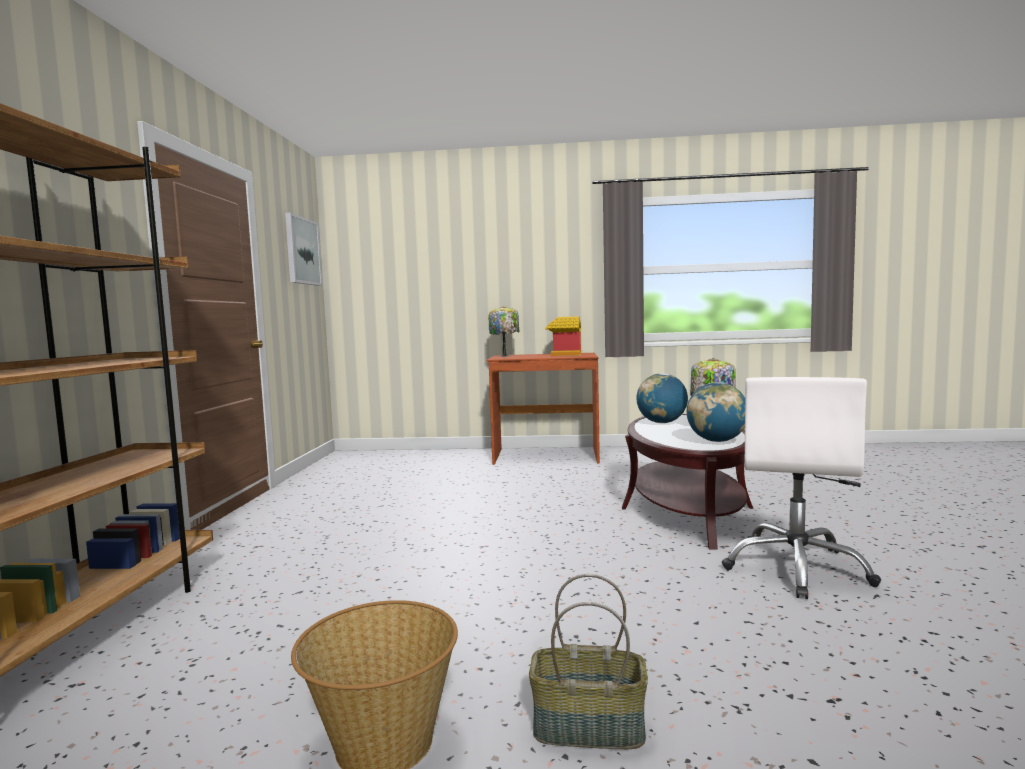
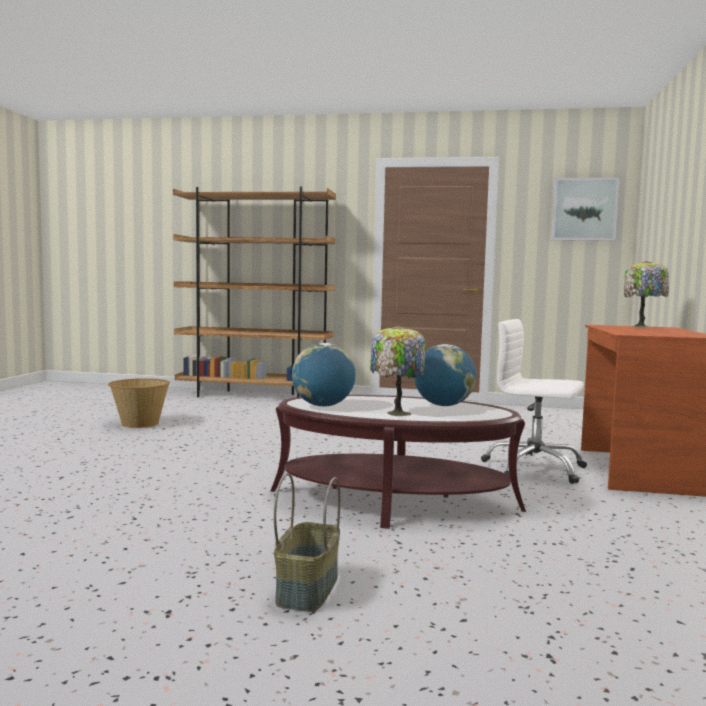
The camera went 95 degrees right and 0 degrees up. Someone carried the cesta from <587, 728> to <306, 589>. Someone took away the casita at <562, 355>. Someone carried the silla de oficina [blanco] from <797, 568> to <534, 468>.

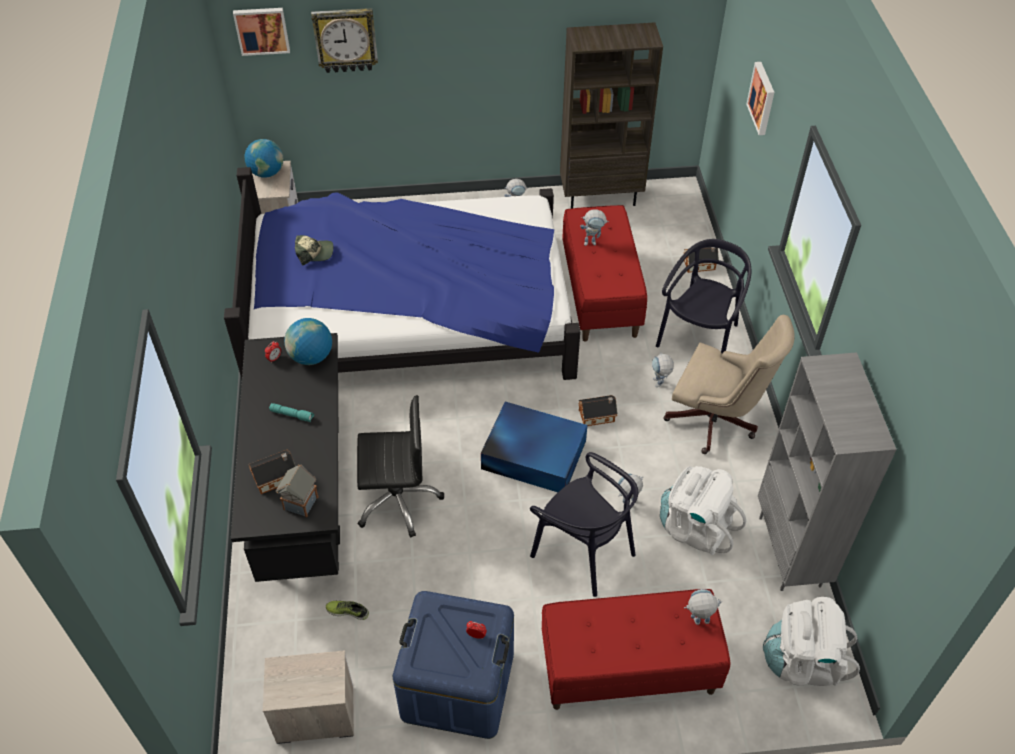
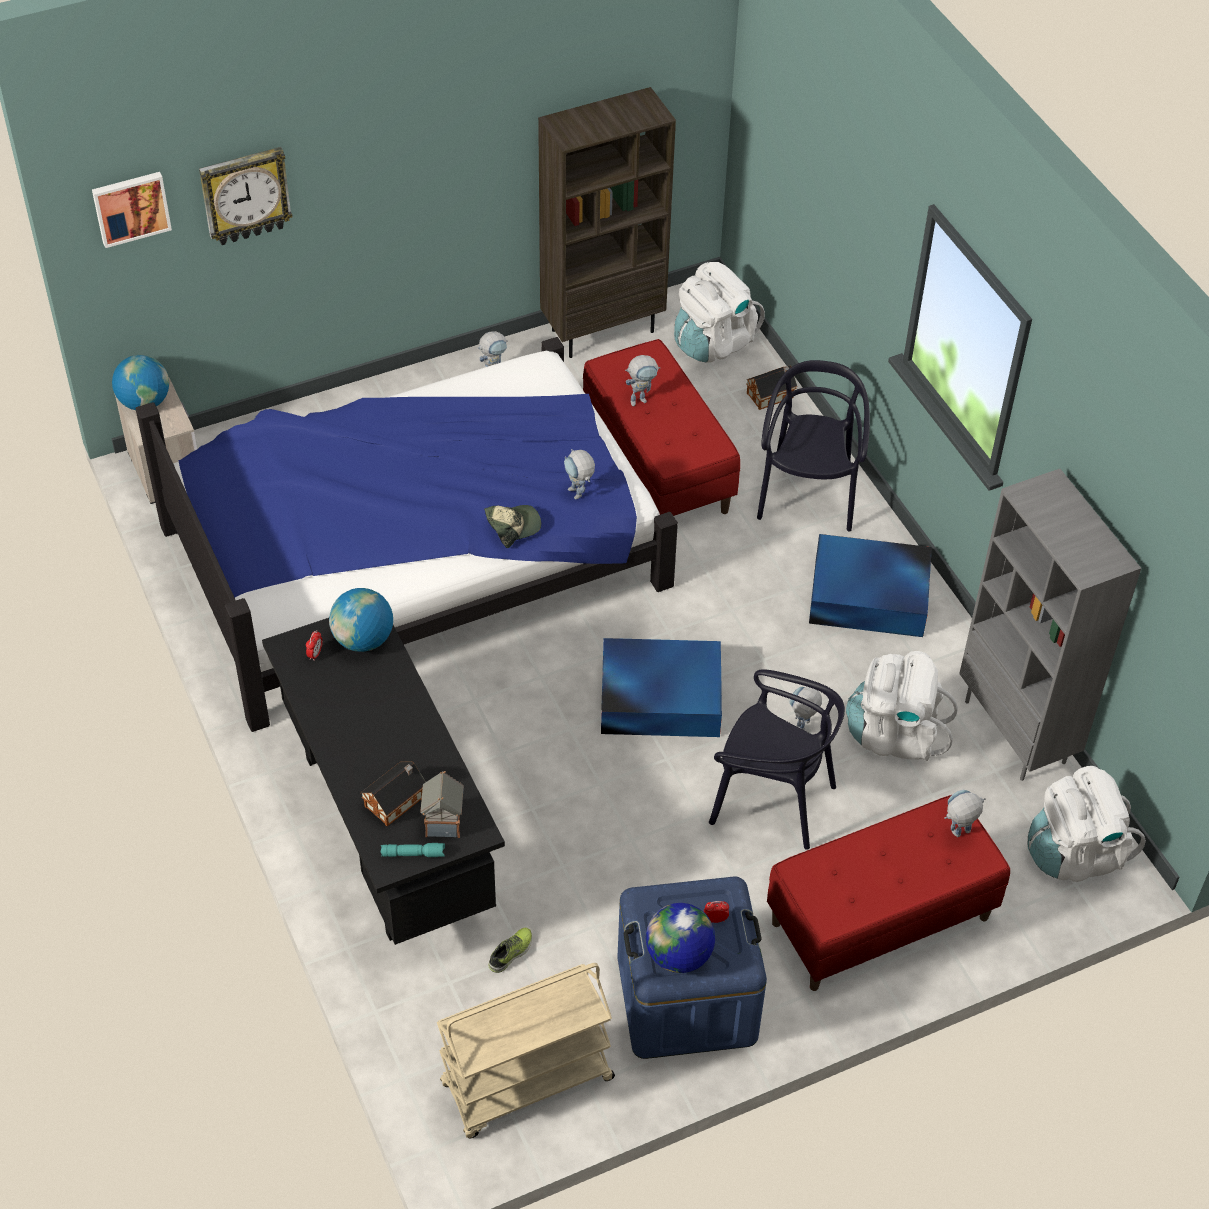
The camera went 20 degrees left and 0 degrees up. Someone swapped the mesita de noche at <314, 714> for the carrito [beis] at <526, 1083>. Someone carried the linterna [turquesa] from <292, 415> to <413, 853>. Someone carried the gorra from <314, 253> to <512, 527>. Someone rotated the zapato at <348, 611> by 135 degrees clockwise. Someone took away the silla de oficina [negro] at <397, 500>. Someone took away the casita at <598, 416>. Someone carried the robot de juguete from <659, 385> to <579, 495>. Someone swapped the silla de oficina [beis] at <716, 422> for the caja de almacenaje [azul] at <870, 597>. Someone took away the cuadro at <763, 98>. Someone put down the globo terráqueo at <678, 956>. Someone put down the mochila [blanco] at <713, 342>.

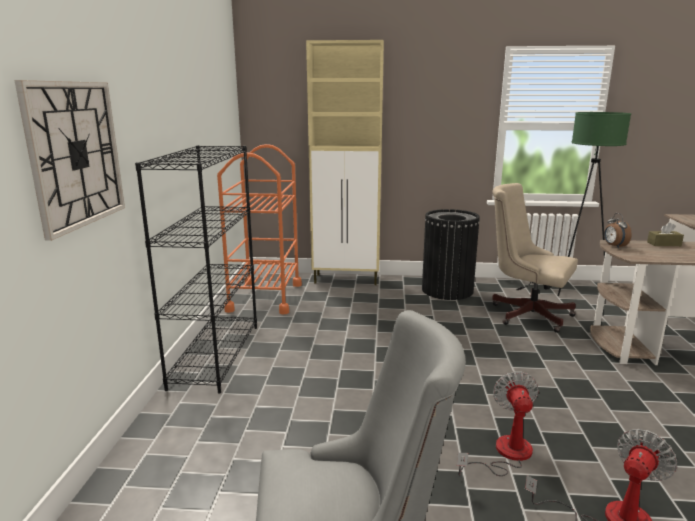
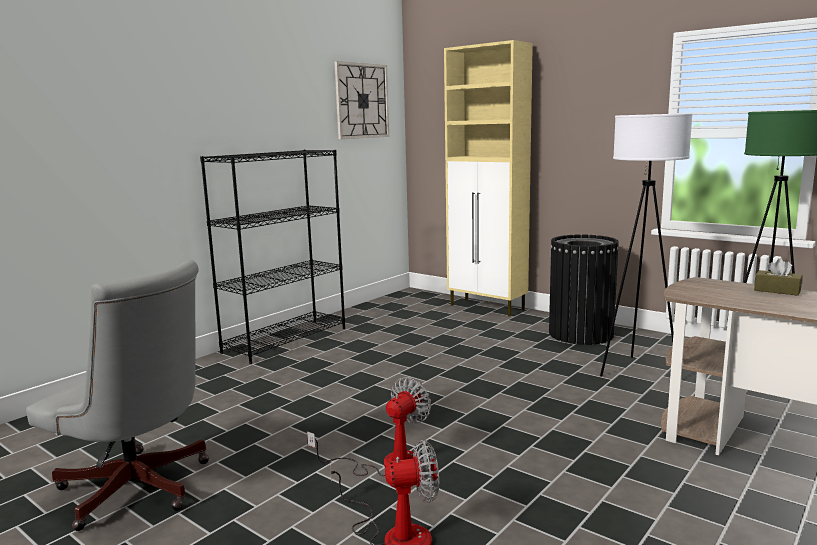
The camera went 35 degrees right and 5 degrees down. Someone carried the reloj de pared from <76, 154> to <362, 101>. Someone took away the carrito [naranja] at <265, 297>. Someone swapped the silla de oficina [beis] at <526, 313> for the lámpara de pie [blanco] at <637, 371>. Someone took away the despertador at <614, 246>.

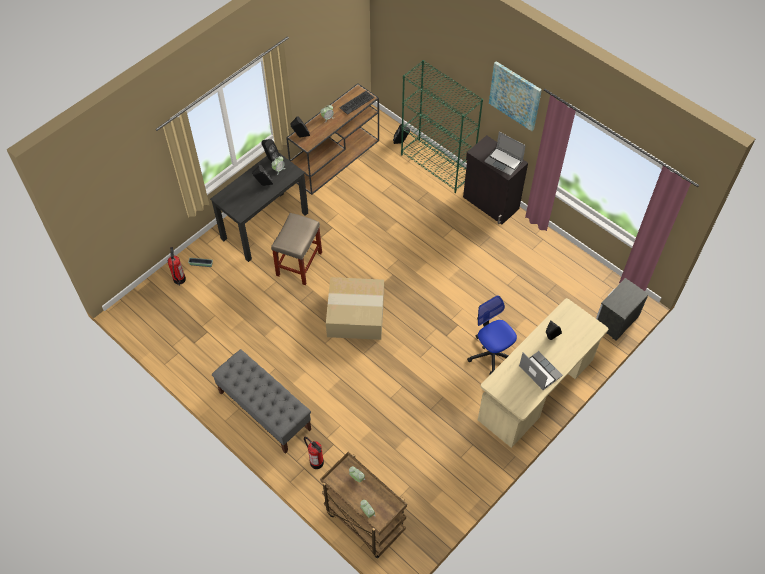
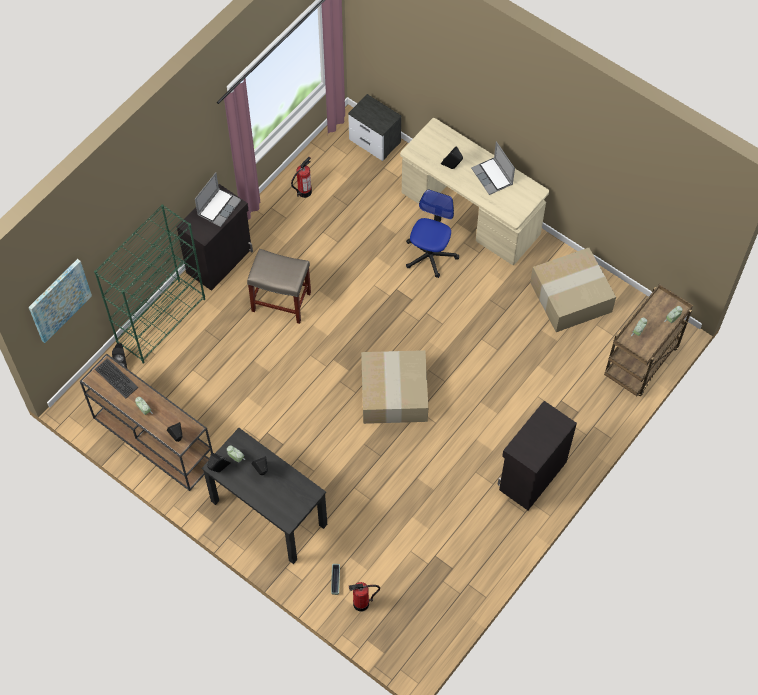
The camera went 95 degrees left and 5 degrees up. Someone swapped the banco [gris] at <264, 411> for the armario [negro] at <531, 475>. Someone carried the taburete [beis] from <299, 264> to <282, 302>. Someone carried the extintor from <316, 462> to <304, 191>. Someone rotated the silla de oficina at <491, 354> by 150 degrees clockwise. Someone carried the cuadro from <515, 95> to <59, 300>. Someone rotated the portátil at <539, 371> by 75 degrees counterclockwise. Someone put down the caja de cartón at <571, 296>.

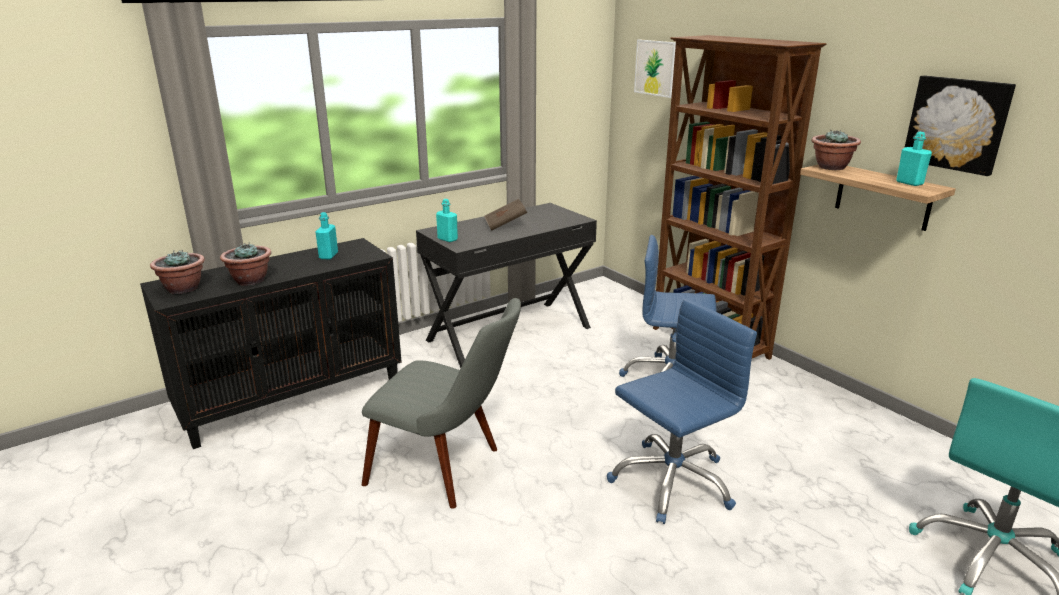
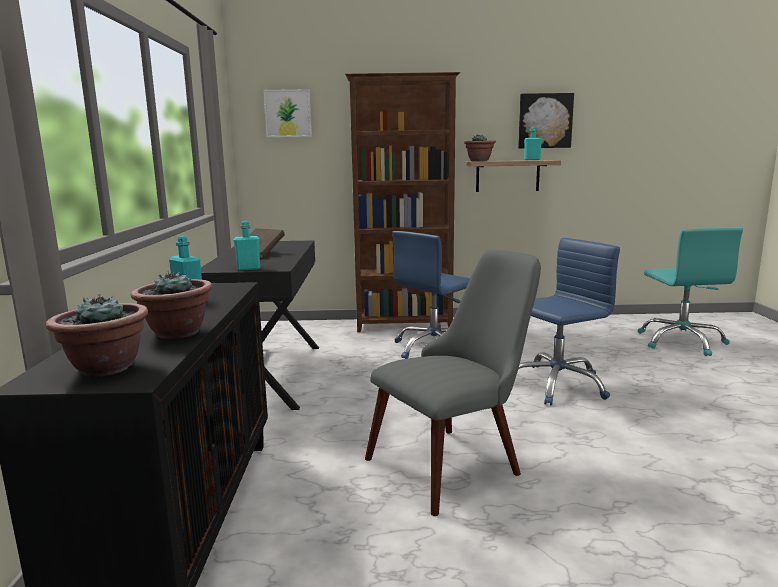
The camera went 55 degrees left and 10 degrees down. Someone rotated the silla de oficina [azul] at <671, 481> by 60 degrees clockwise.

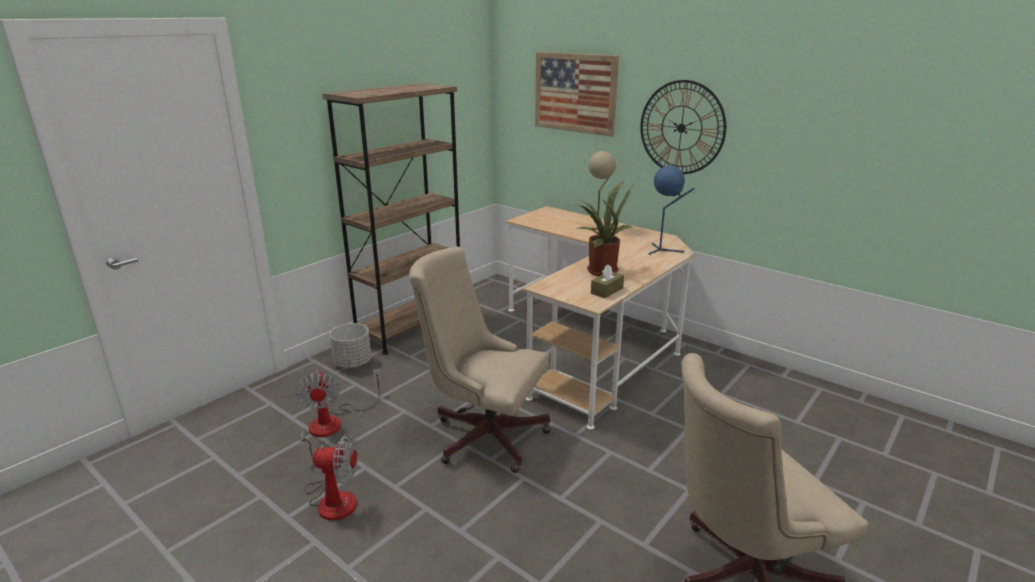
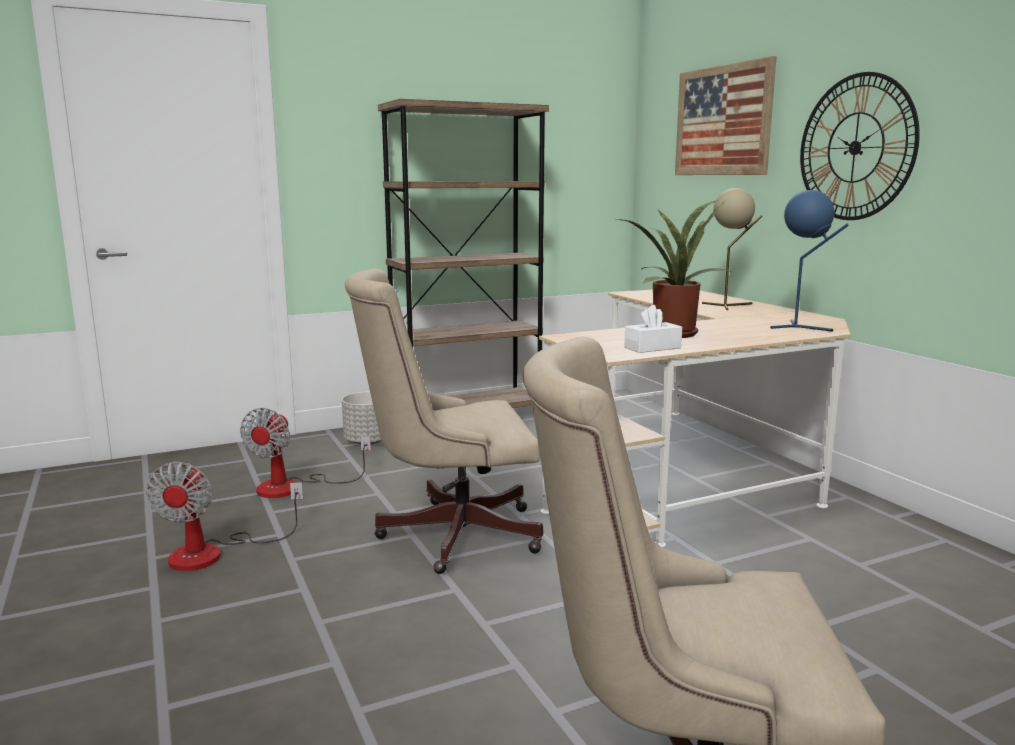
The camera went 25 degrees right and 10 degrees down. Someone rotated the ventilador at <332, 498> by 60 degrees clockwise. Someone rotated the silla de oficina [beis] at <483, 434> by 60 degrees counterclockwise. Someone repainted the caja de pañuelos [marrón] at <607, 291>, which became the caja de pañuelos [blanco] at <652, 348>.

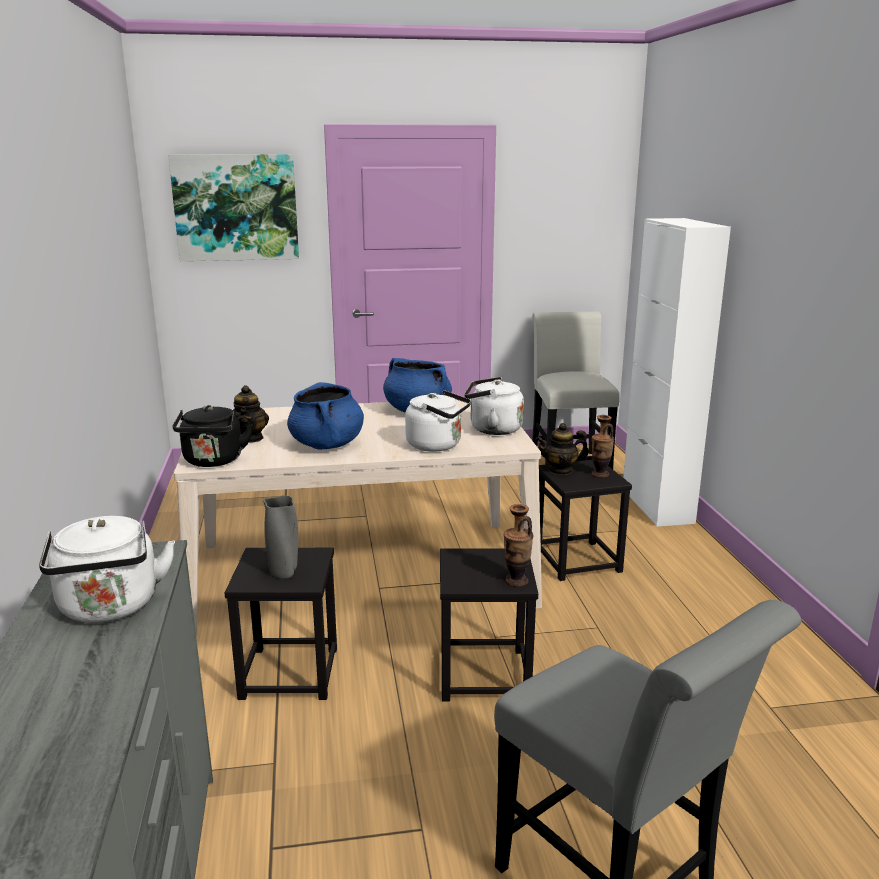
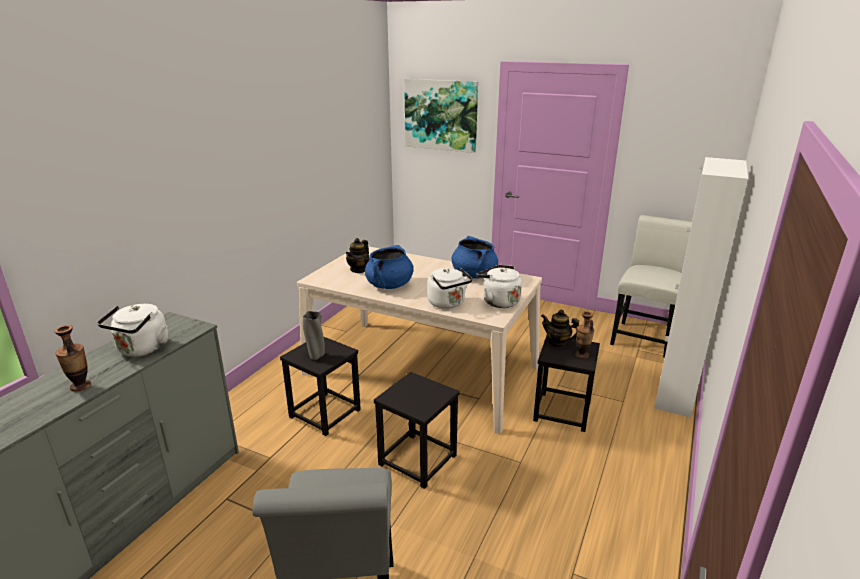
The camera went 35 degrees right and 5 degrees up. Someone took away the hervidor [negro] at <213, 461>. Someone carried the florero from <516, 581> to <81, 386>.

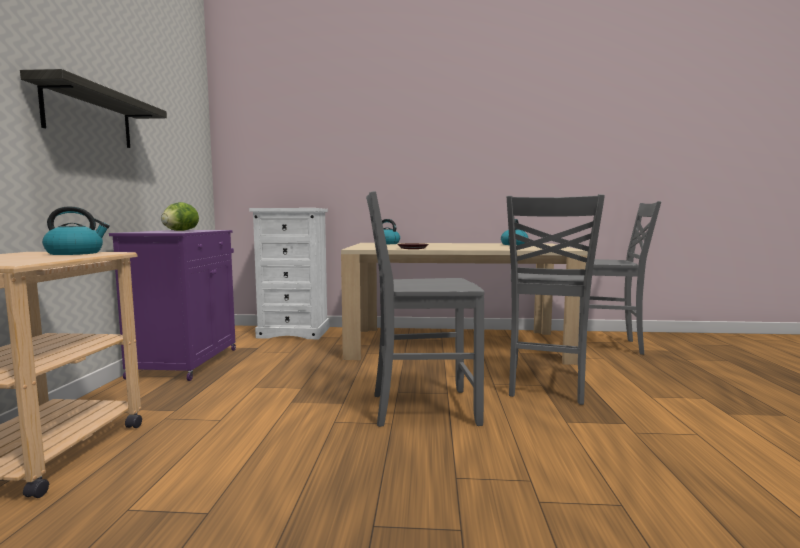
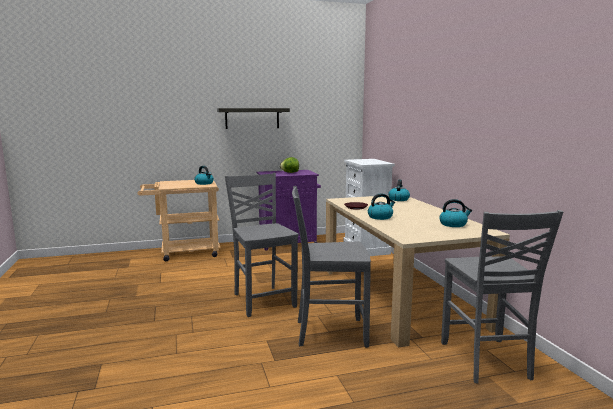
The camera went 70 degrees right and 5 degrees up. Someone put down the hervidor at <380, 217>.

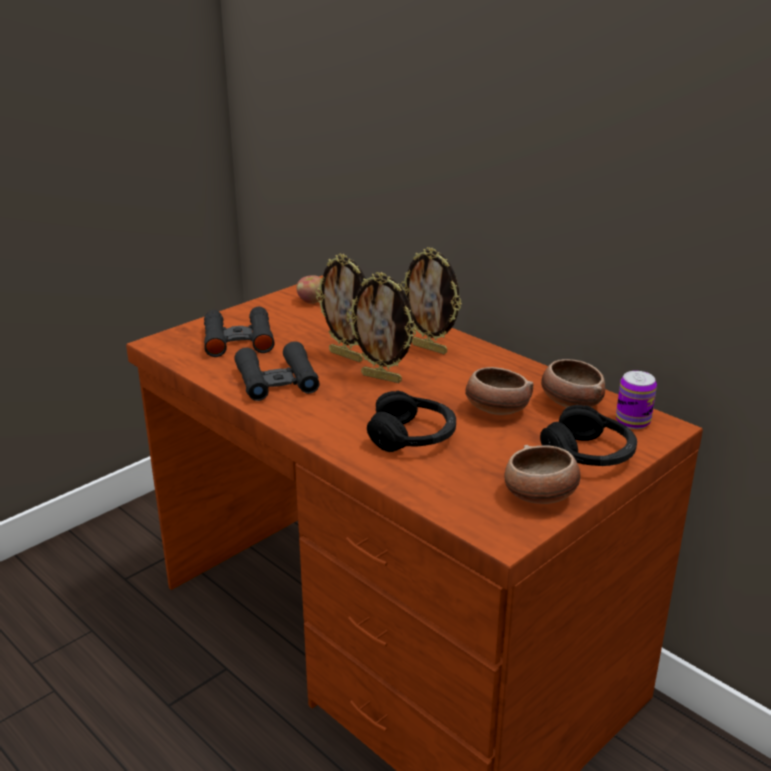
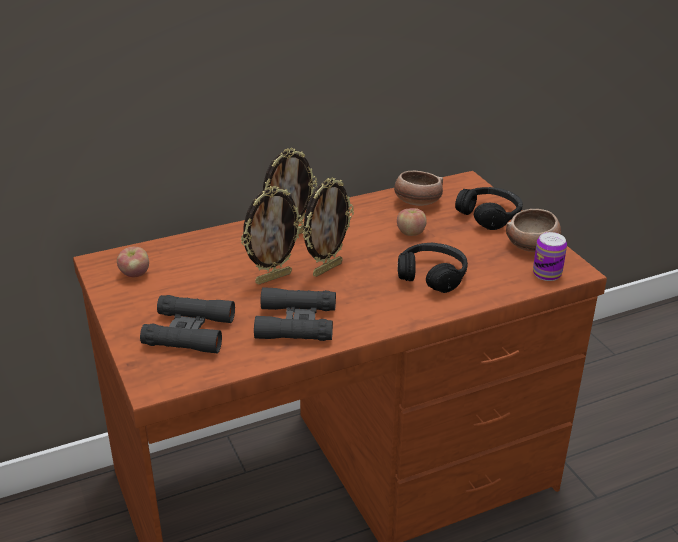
The camera went 70 degrees left and 5 degrees up. Someone swapped the cuenco at <495, 410> for the manzana at <410, 233>. Someone carried the lata from <633, 421> to <547, 274>.

